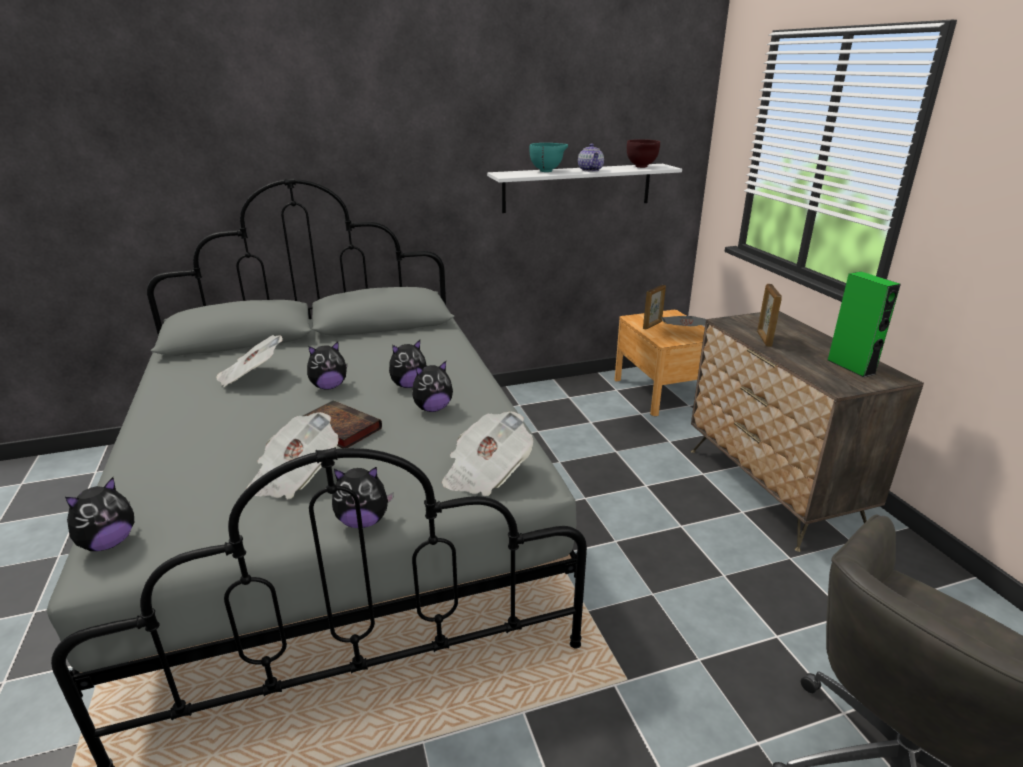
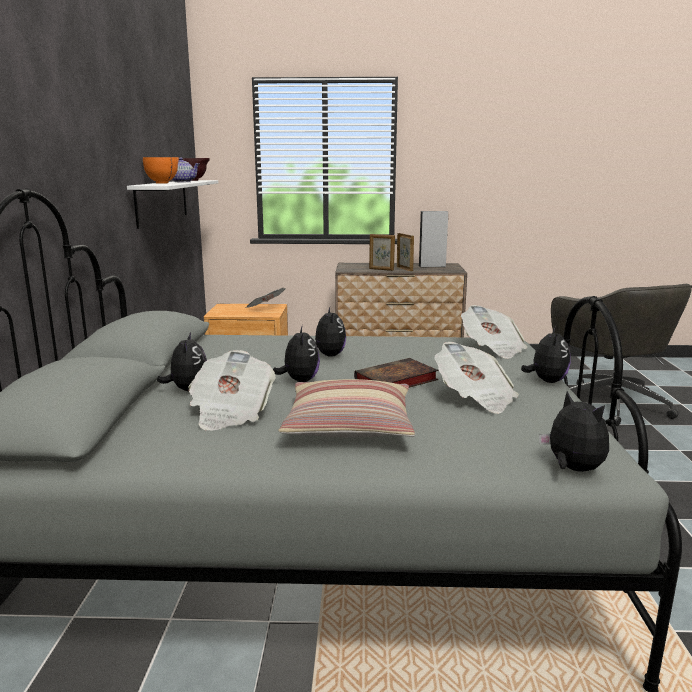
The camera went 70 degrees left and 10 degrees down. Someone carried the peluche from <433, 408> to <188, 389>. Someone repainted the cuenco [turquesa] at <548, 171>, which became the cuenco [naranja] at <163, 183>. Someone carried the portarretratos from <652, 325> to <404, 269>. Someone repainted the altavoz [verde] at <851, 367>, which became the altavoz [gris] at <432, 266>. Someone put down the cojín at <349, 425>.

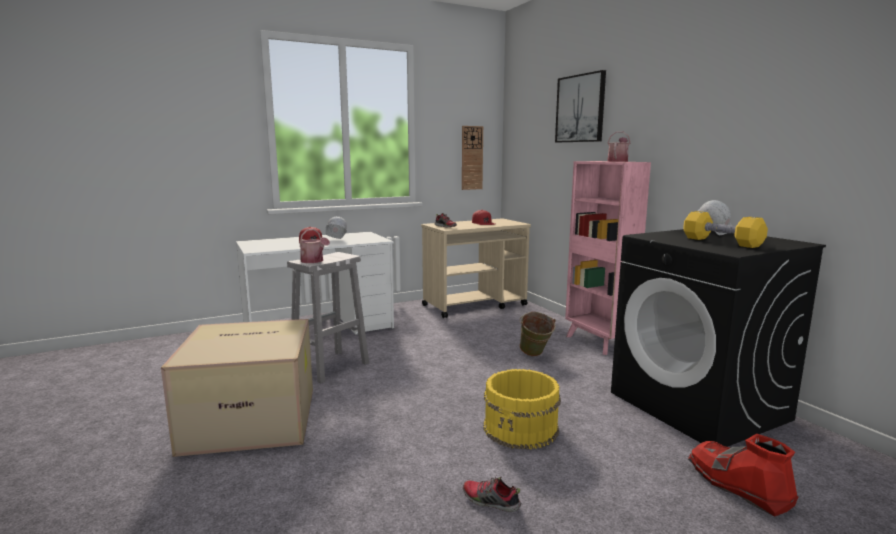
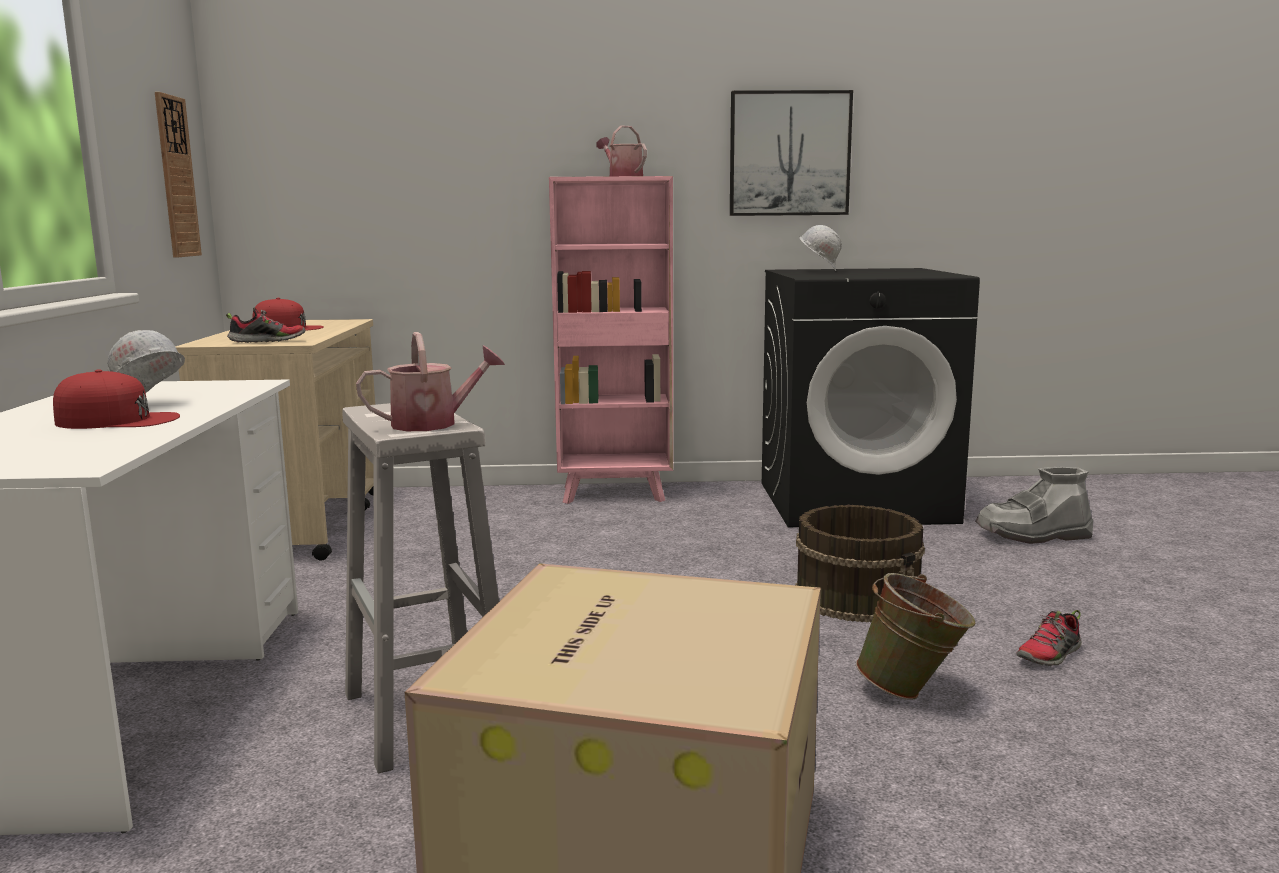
The camera went 65 degrees left and 0 degrees up. Someone repainted the cubo [amarillo] at <521, 428>, which became the cubo [marrón] at <858, 597>. Someone carried the cubo [verde] from <535, 355> to <913, 692>. Someone carried the cuadro from <580, 108> to <789, 154>. Someone took away the mancuerna [amarillo] at <721, 242>. Someone repainted the bota [rojo] at <737, 485>, which became the bota [gris] at <1033, 535>.

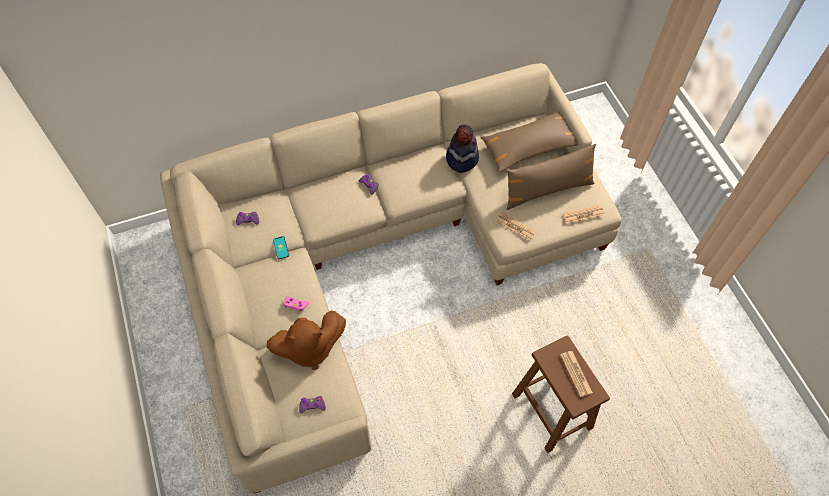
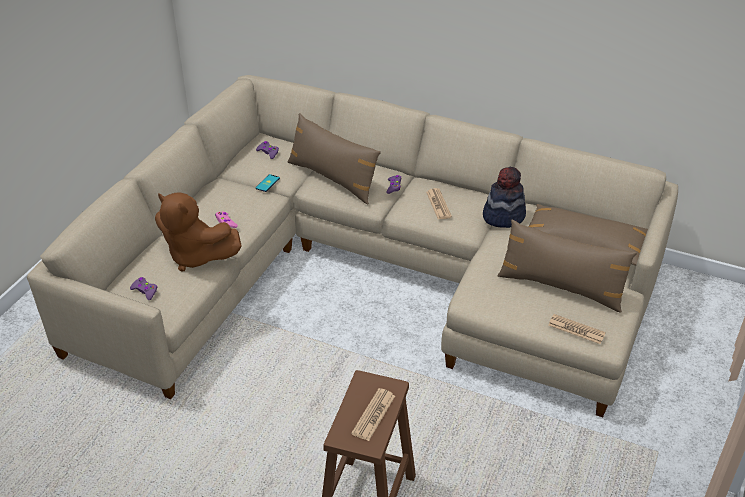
The camera went 45 degrees right and 20 degrees down. Someone carried the periódico from <515, 226> to <438, 204>. Someone put down the cojín [marrón] at <333, 178>.

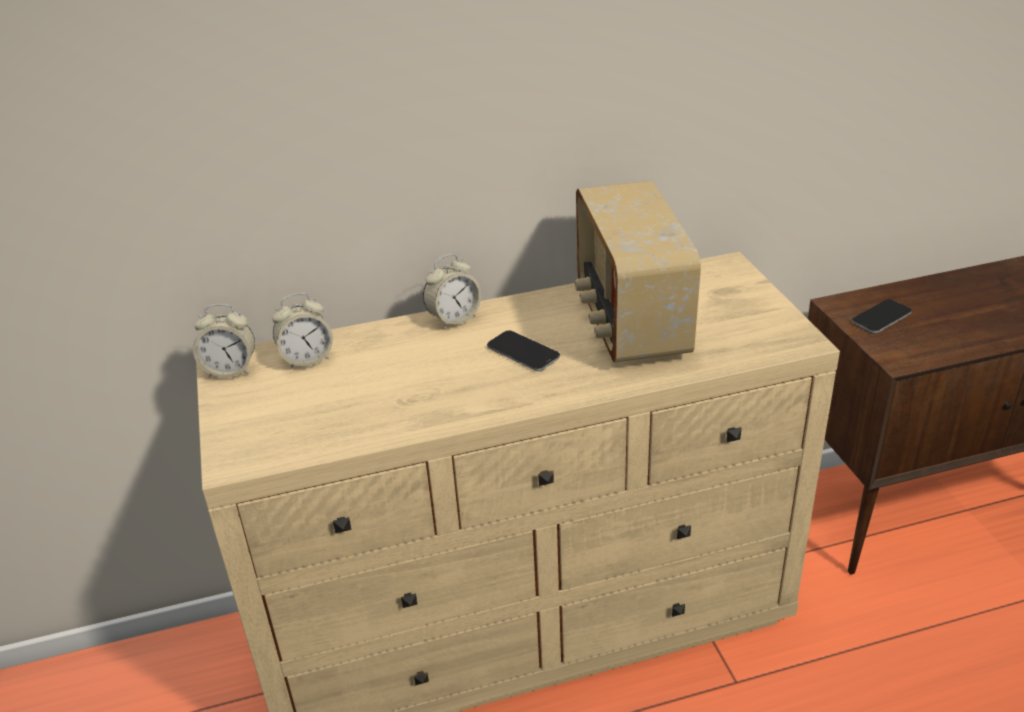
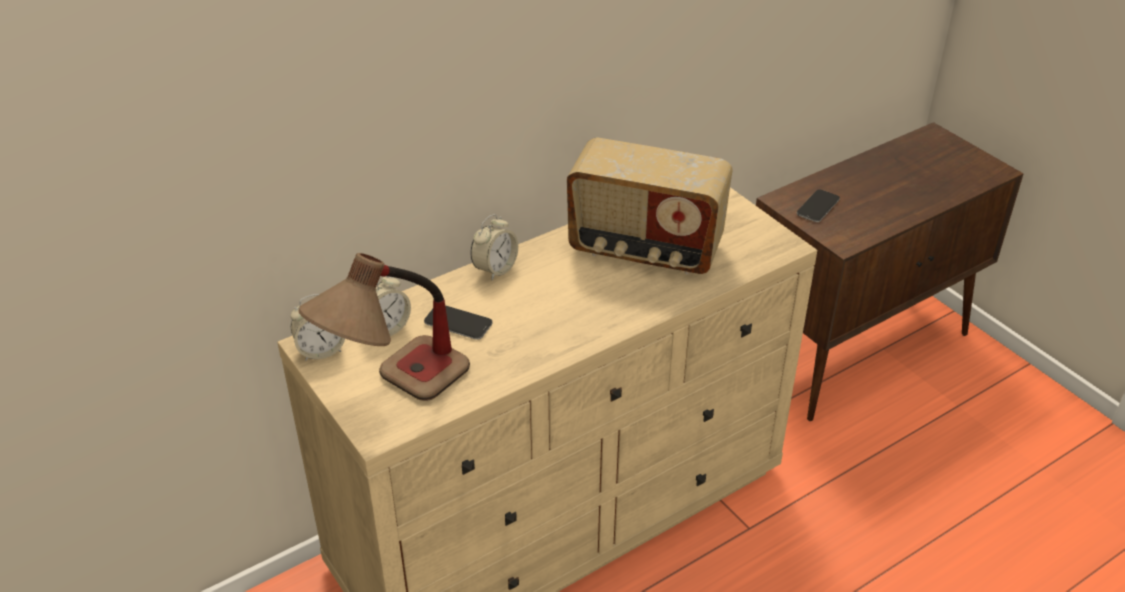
The camera went 20 degrees left and 5 degrees up. Someone carried the móvil from <523, 352> to <458, 323>. Someone rotated the radio at <629, 323> by 45 degrees counterclockwise. Someone put down the lámpara de mesa at <395, 395>.

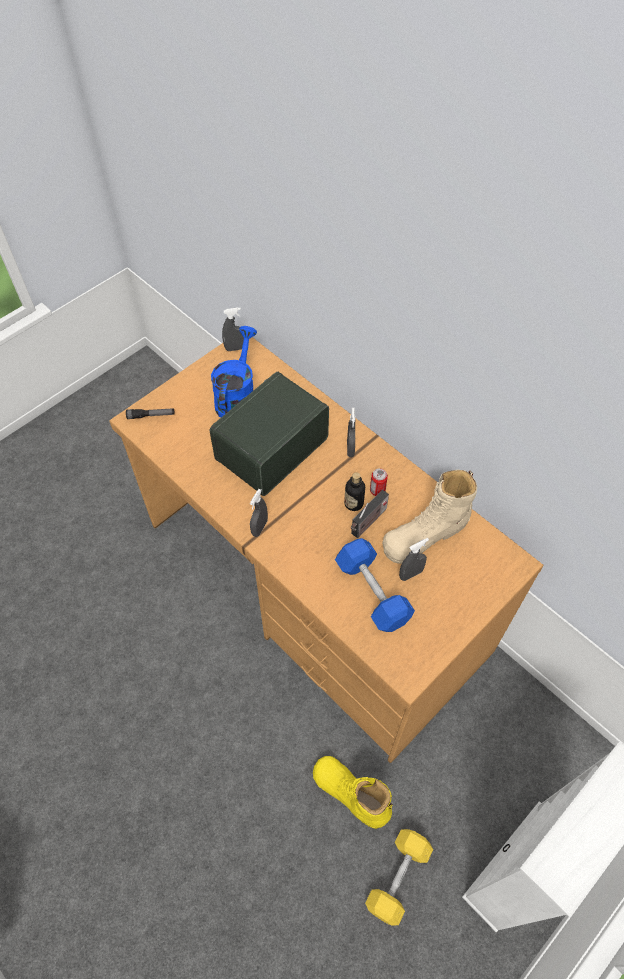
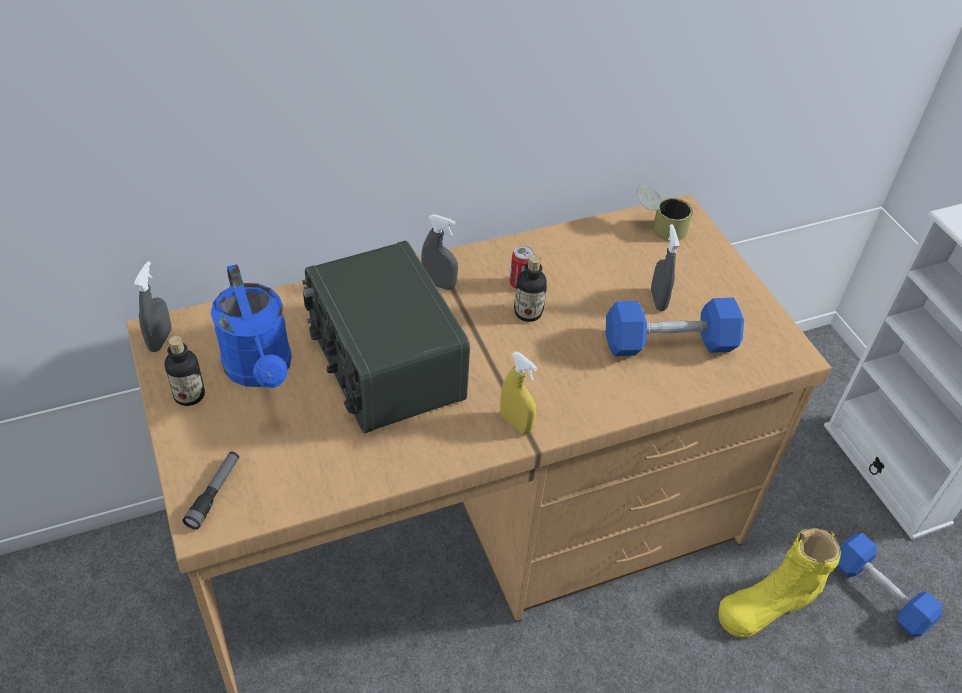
The camera went 70 degrees left and 10 degrees down. Someone rotated the regadera [azul] at <237, 397> by 150 degrees counterclockwise. Someone repainted the pulverizador [gris] at <259, 528>, which became the pulverizador [amarillo] at <515, 423>. Someone took away the radio at <368, 523>. Someone repainted the mancuerna [amarillo] at <398, 877>, which became the mancuerna [azul] at <879, 594>. Someone took away the bota [beis] at <426, 534>. Someone put down the botella at <189, 395>. Someone put down the lata at <658, 227>.

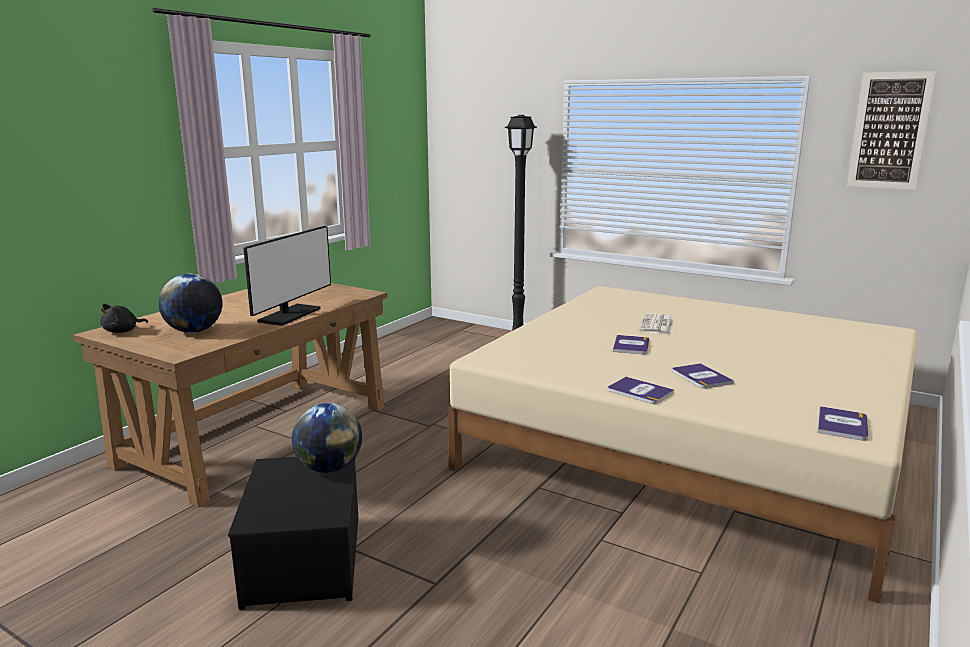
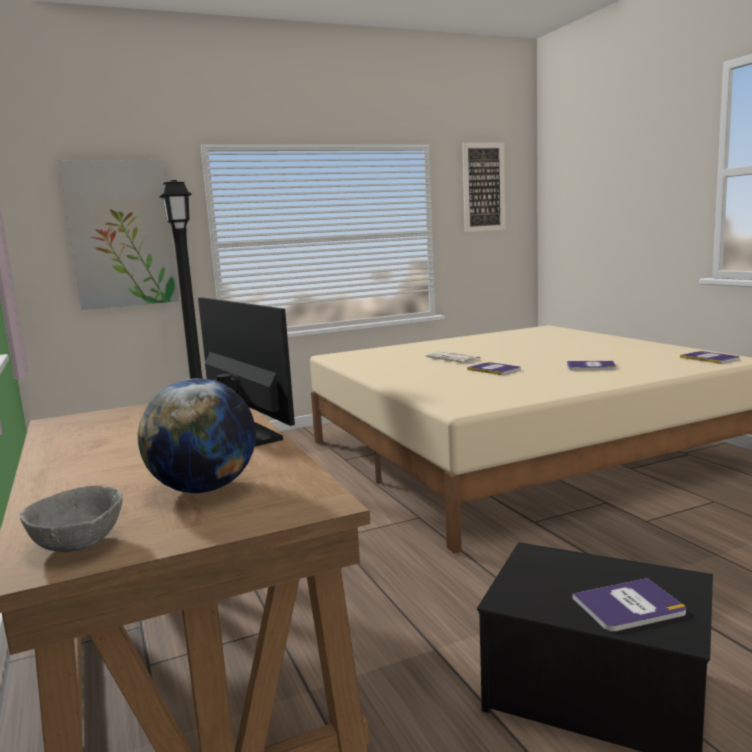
The camera went 55 degrees left and 5 degrees down. Someone swapped the peluche [negro] at <123, 331> for the cuenco [gris] at <79, 544>. Someone took away the globo terráqueo at <329, 468>. Someone carried the libro from <639, 391> to <629, 606>. Someone put up the cuadro at <121, 234>.

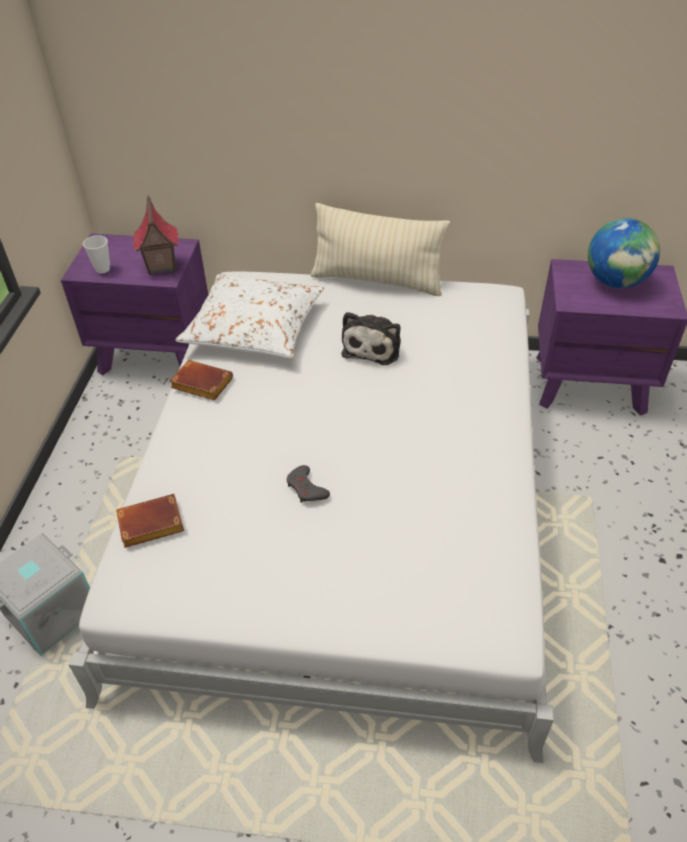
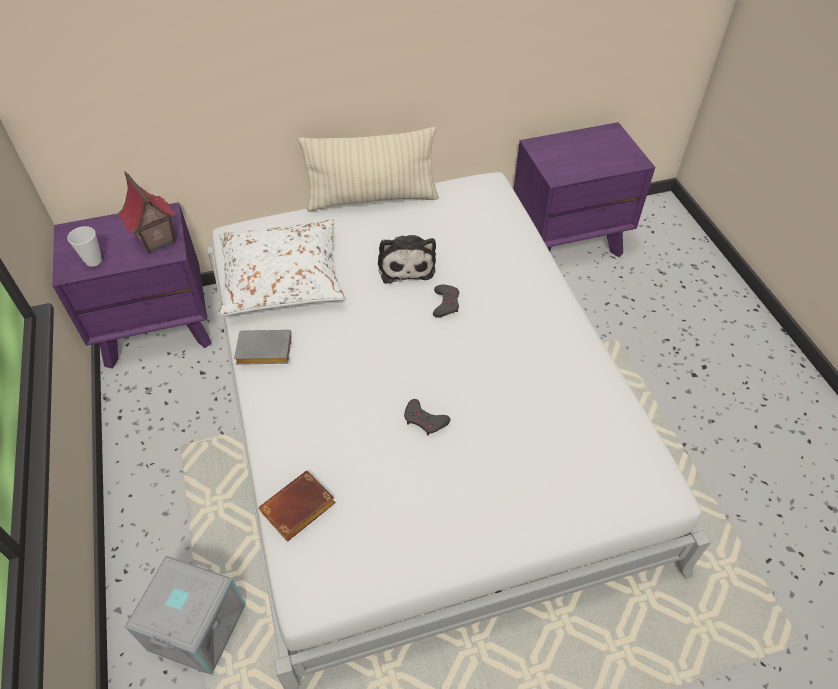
The camera went 25 degrees left and 5 degrees up. Someone repainted the libro [marrón] at <200, 384>, which became the libro [gris] at <262, 352>. Someone took away the globo terráqueo at <615, 282>. Someone put down the mando de consola [gris] at <446, 303>.

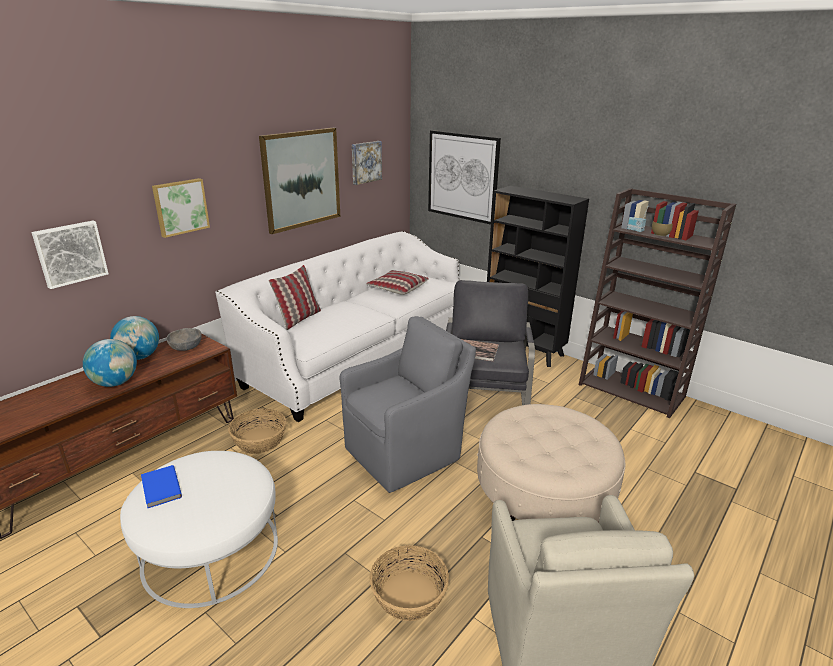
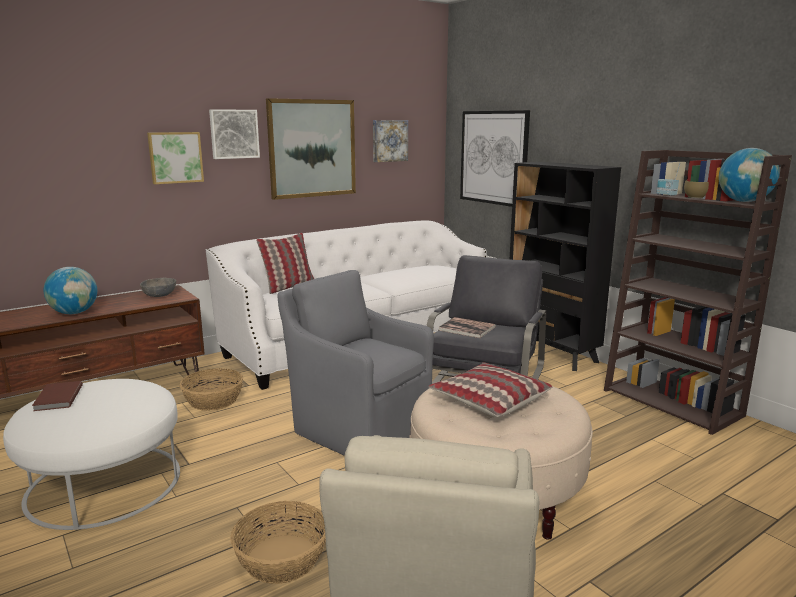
The camera went 15 degrees right and 10 degrees down. Someone carried the cuadro from <70, 253> to <234, 134>. Someone carried the globo terráqueo from <139, 357> to <744, 201>. Someone repainted the libro [azul] at <160, 488>, which became the libro [marrón] at <57, 398>. Someone rotated the sillón [gris] at <406, 452> by 120 degrees counterclockwise. Someone carried the cojín from <397, 288> to <489, 400>.

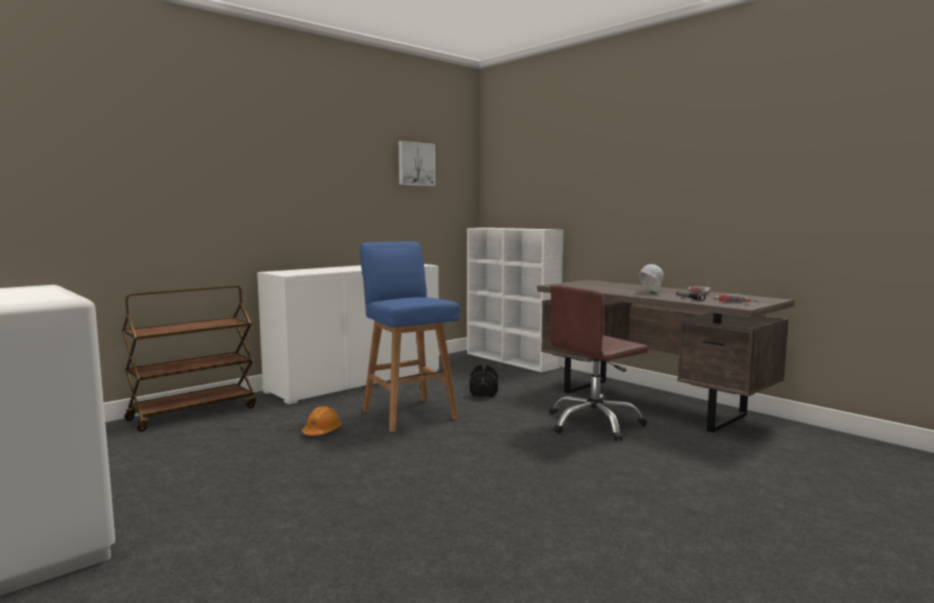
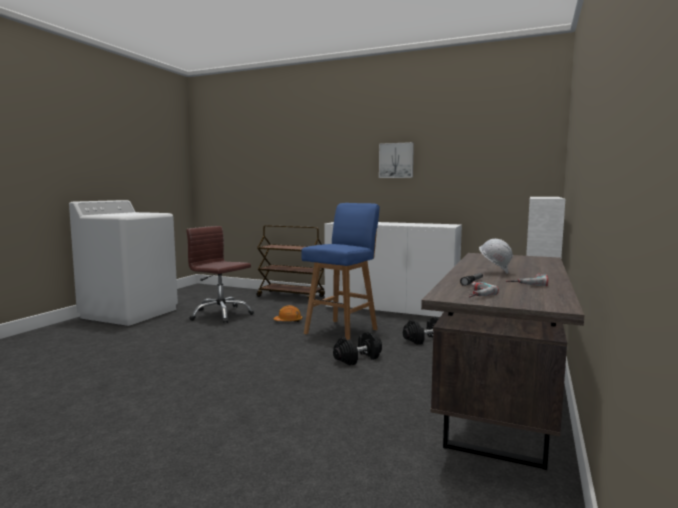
The camera went 65 degrees right and 0 degrees up. Someone carried the cuadro from <415, 164> to <396, 160>. Someone carried the silla de oficina [marrón] from <594, 424> to <220, 315>. Someone put down the mancuerna [negro] at <357, 359>.

